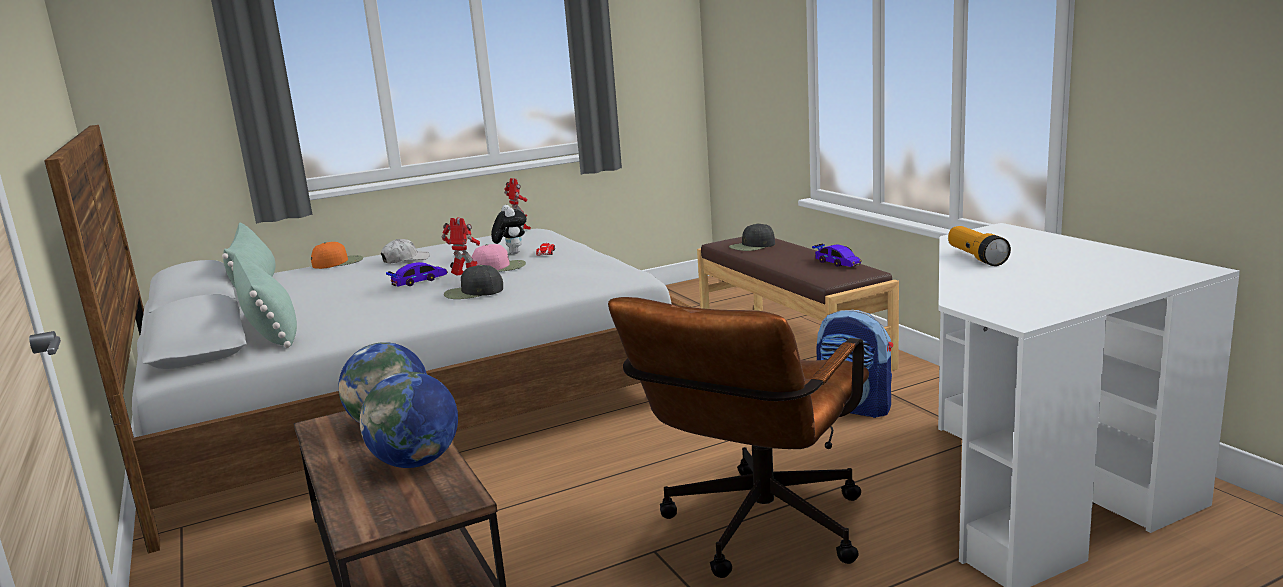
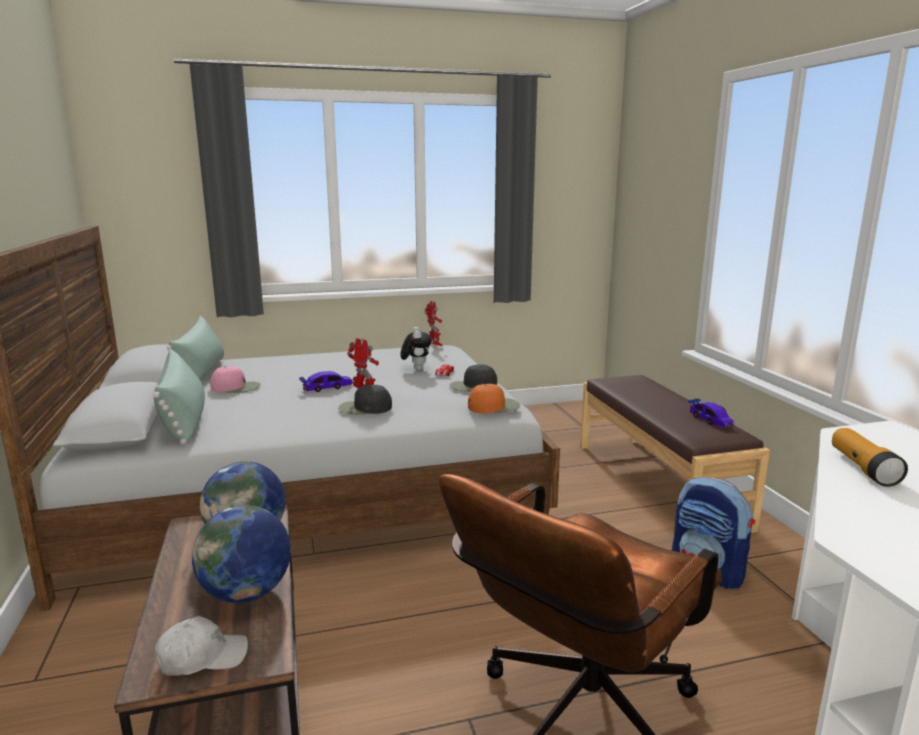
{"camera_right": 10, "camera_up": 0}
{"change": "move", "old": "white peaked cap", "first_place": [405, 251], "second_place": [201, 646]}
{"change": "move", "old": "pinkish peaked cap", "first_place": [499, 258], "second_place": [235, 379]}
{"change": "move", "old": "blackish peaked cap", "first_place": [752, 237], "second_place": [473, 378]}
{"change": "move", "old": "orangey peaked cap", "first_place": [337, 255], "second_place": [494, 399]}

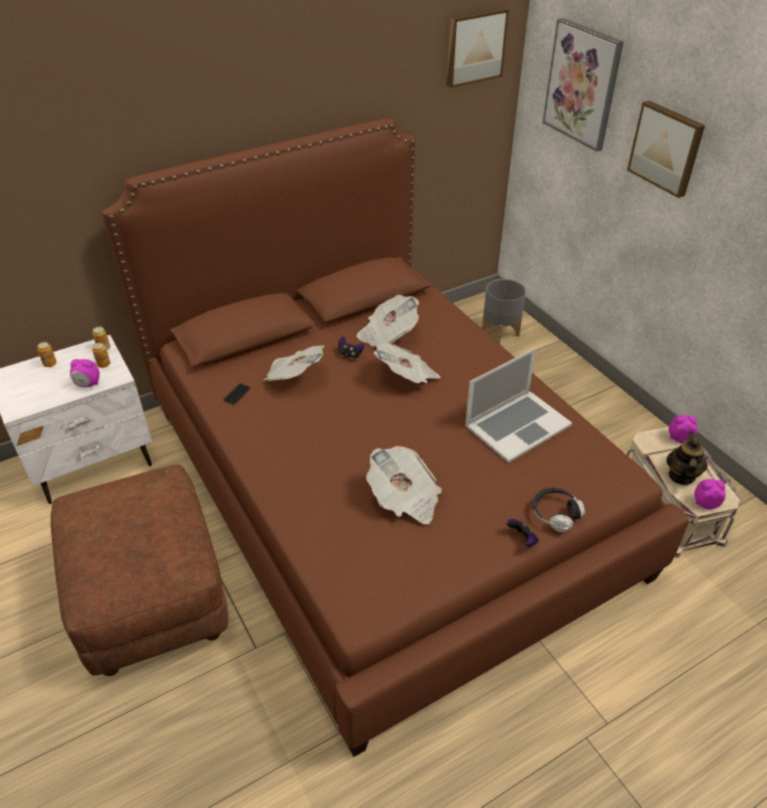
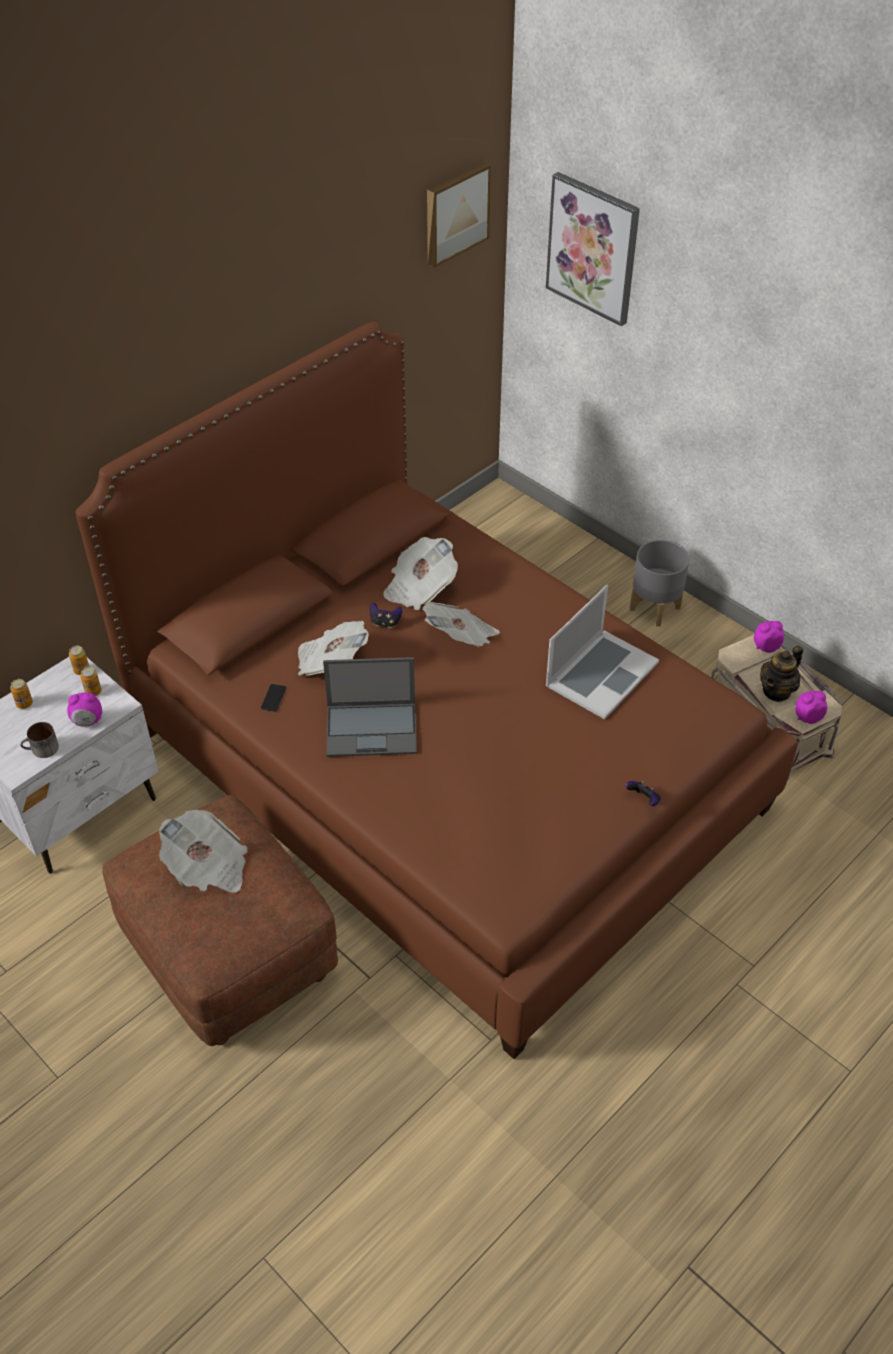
{"camera_right": -15, "camera_up": 5}
{"change": "insert", "new": "coffee mug", "second_place": [39, 740]}
{"change": "move", "old": "newspaper", "first_place": [404, 485], "second_place": [203, 851]}
{"change": "insert", "new": "notebook computer", "second_place": [370, 707]}
{"change": "move", "old": "grey plant pot", "first_place": [504, 311], "second_place": [659, 583]}
{"change": "rotate", "old": "pot for tea", "first_place": [687, 458], "second_place": [781, 674], "degrees": -135}
{"change": "delete", "old": "headset", "first_place": [558, 510]}
{"change": "delete", "old": "wall picture", "first_place": [666, 149]}

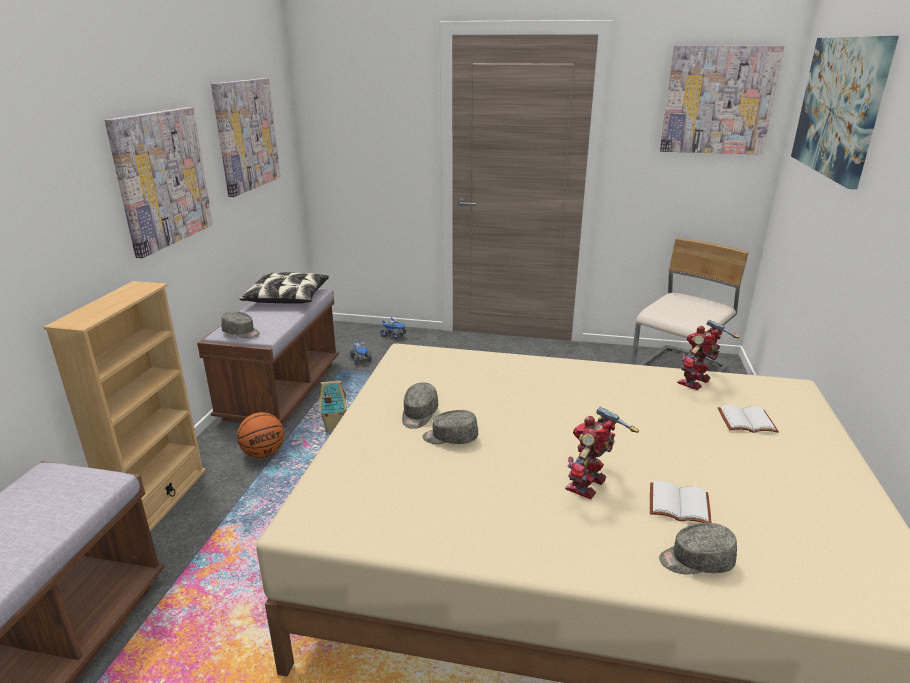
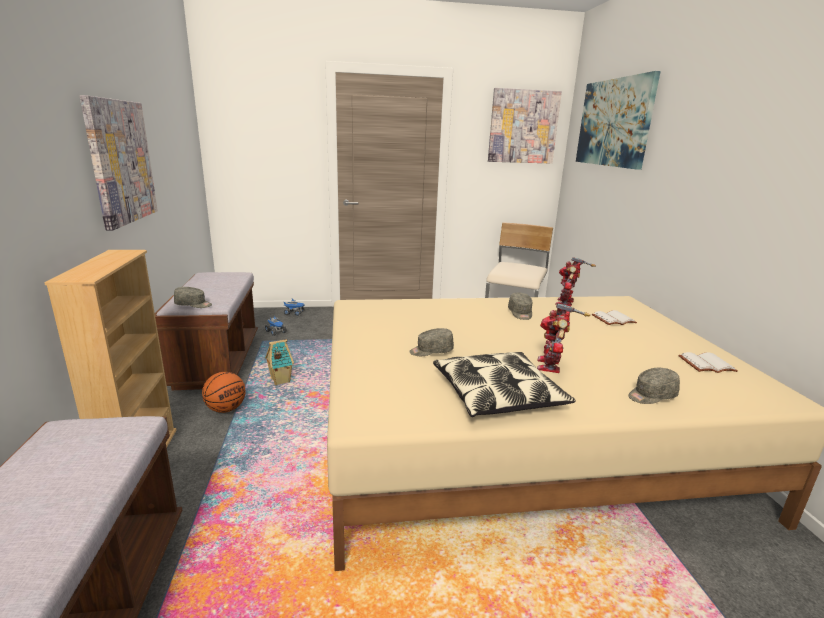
{"camera_right": -20, "camera_up": -5}
{"change": "move", "old": "cushion", "first_place": [284, 288], "second_place": [504, 384]}
{"change": "move", "old": "grey peaked cap", "first_place": [420, 406], "second_place": [520, 306]}
{"change": "move", "old": "white volume", "first_place": [680, 502], "second_place": [708, 362]}
{"change": "delete", "old": "wall picture", "first_place": [246, 137]}

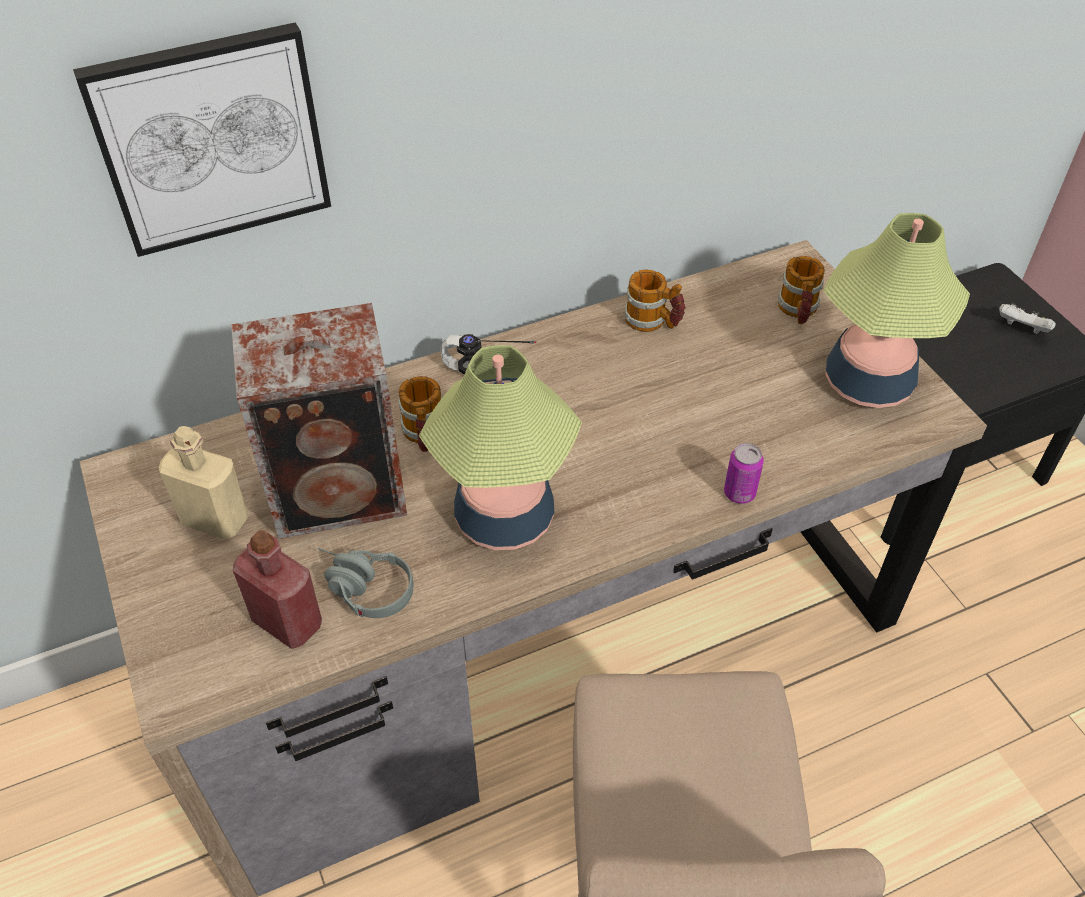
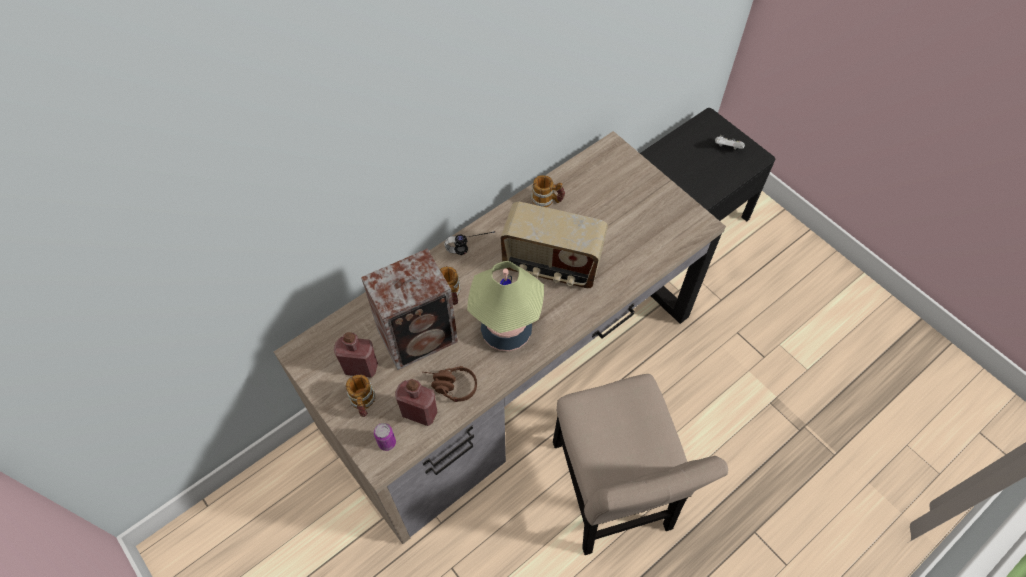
{"camera_right": -15, "camera_up": 10}
{"change": "recolor", "old": "sand-coloured drink bottle", "new": "red-coloured drink bottle", "first_place": [203, 483], "second_place": [356, 355]}
{"change": "move", "old": "coffee mug", "first_place": [801, 290], "second_place": [360, 395]}
{"change": "move", "old": "metal can", "first_place": [744, 473], "second_place": [385, 437]}
{"change": "recolor", "old": "grey headset", "new": "brown headset", "first_place": [366, 583], "second_place": [450, 384]}
{"change": "insert", "new": "radio", "second_place": [554, 244]}
{"change": "delete", "old": "wall picture", "first_place": [202, 139]}
{"change": "delete", "old": "table lamp", "first_place": [896, 310]}

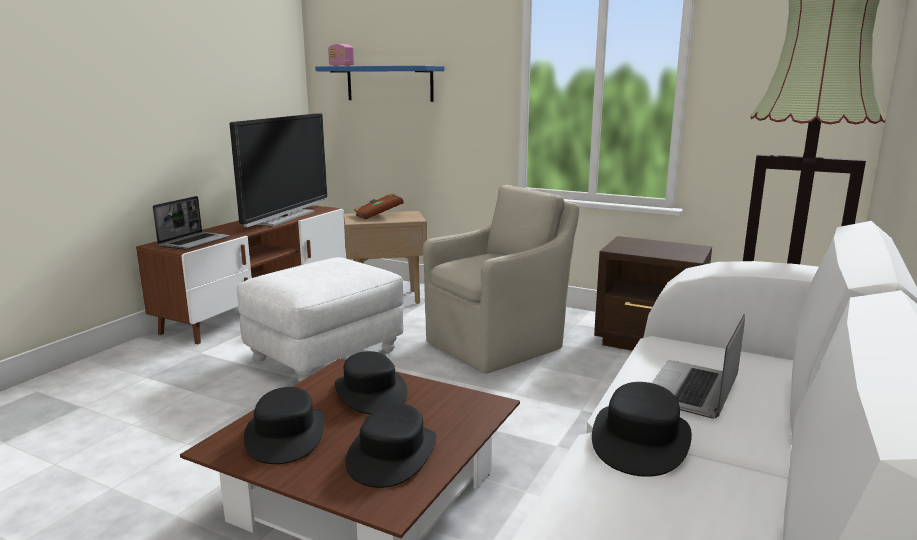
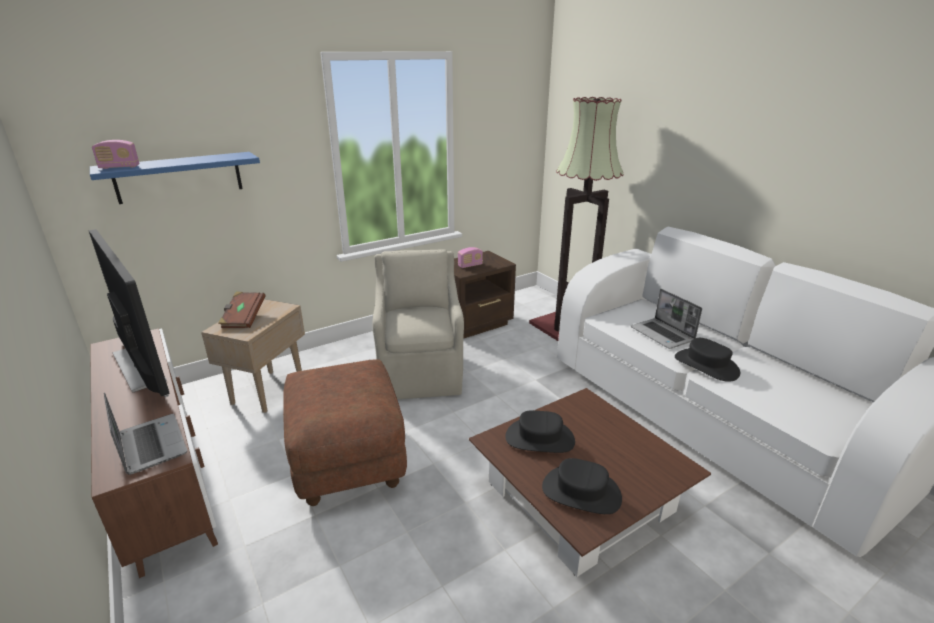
{"camera_right": -60, "camera_up": 10}
{"change": "recolor", "old": "white ottoman", "new": "brown ottoman", "first_place": [320, 319], "second_place": [345, 432]}
{"change": "insert", "new": "radio", "second_place": [470, 257]}
{"change": "delete", "old": "blackish clothing hat", "first_place": [390, 445]}

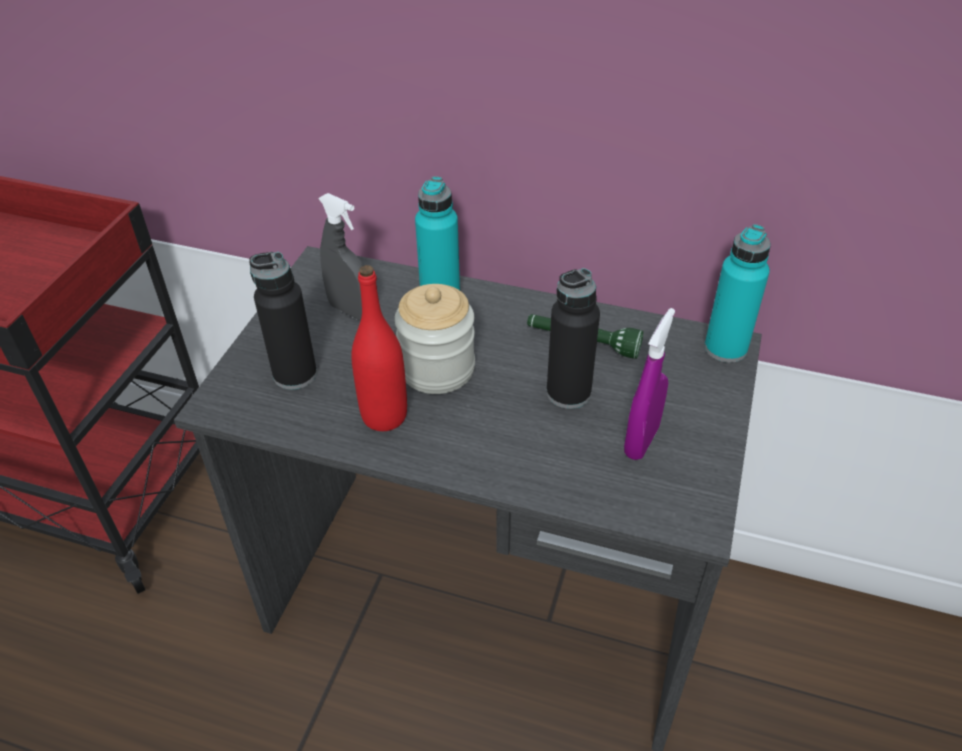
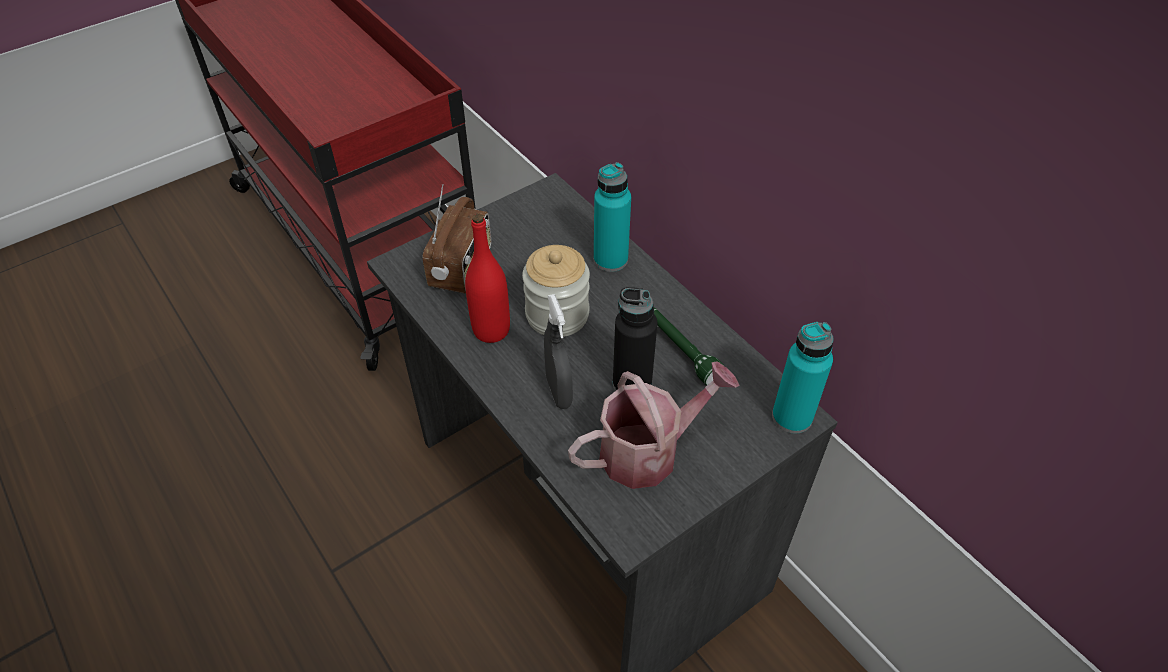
{"camera_right": 35, "camera_up": 5}
{"change": "replace", "old": "blackish drink bottle", "new": "radio", "first_place": [283, 321], "second_place": [456, 239]}
{"change": "move", "old": "grey spray bottle", "first_place": [341, 256], "second_place": [558, 351]}
{"change": "replace", "old": "purplish spray bottle", "new": "sprinkling can", "first_place": [649, 384], "second_place": [654, 425]}

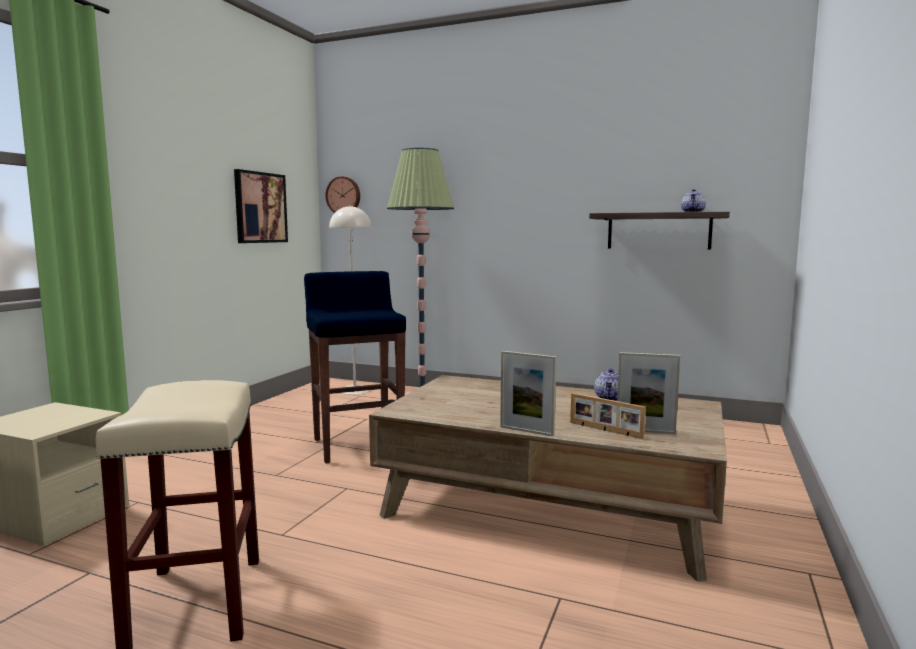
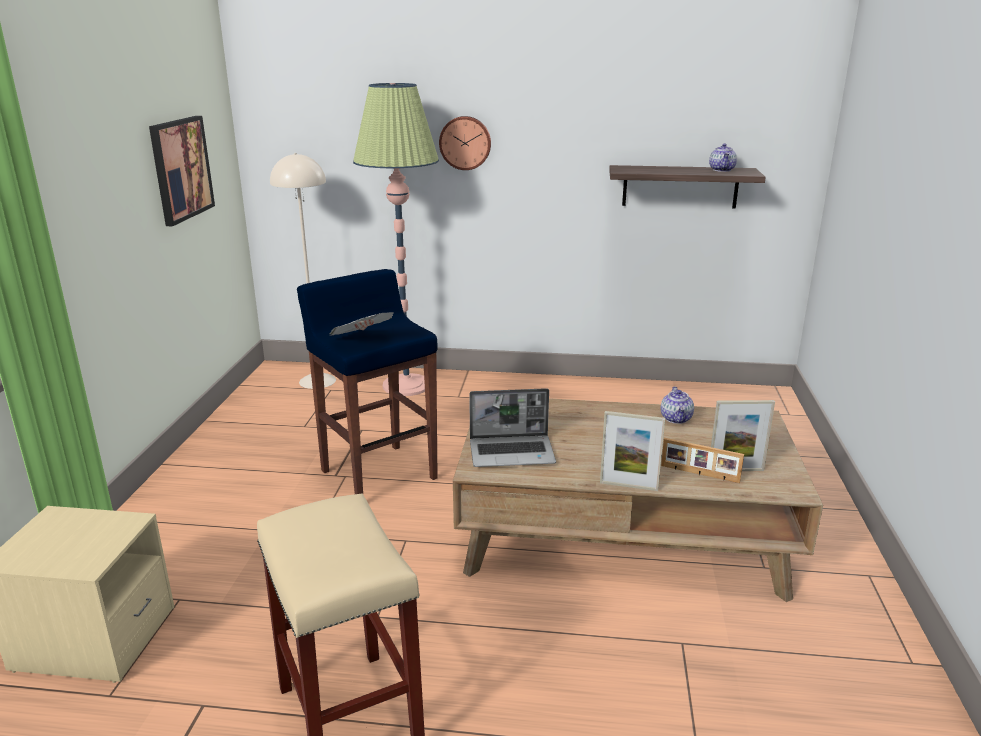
{"camera_right": -15, "camera_up": 15}
{"change": "insert", "new": "newspaper", "second_place": [361, 324]}
{"change": "move", "old": "hanging clock", "first_place": [342, 194], "second_place": [465, 143]}
{"change": "insert", "new": "notebook computer", "second_place": [512, 427]}

